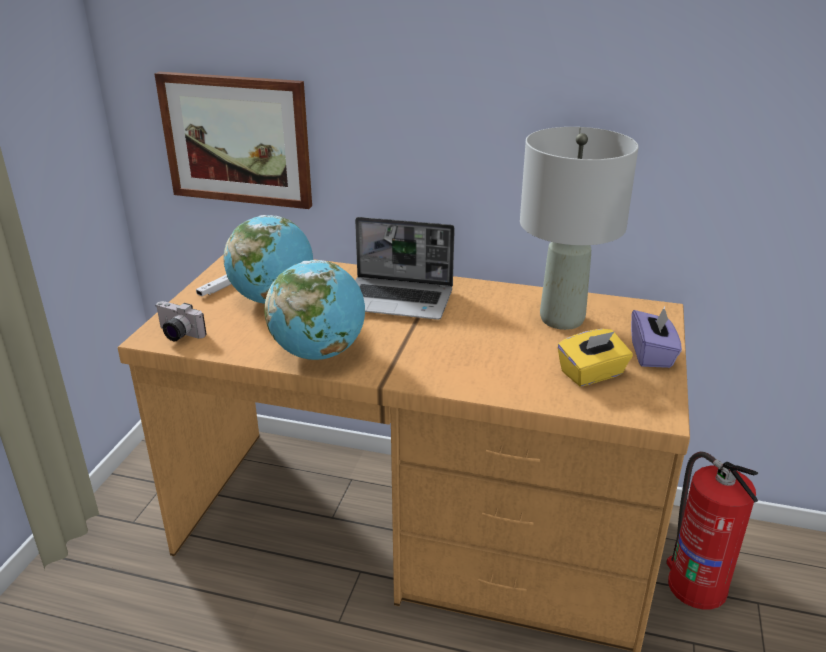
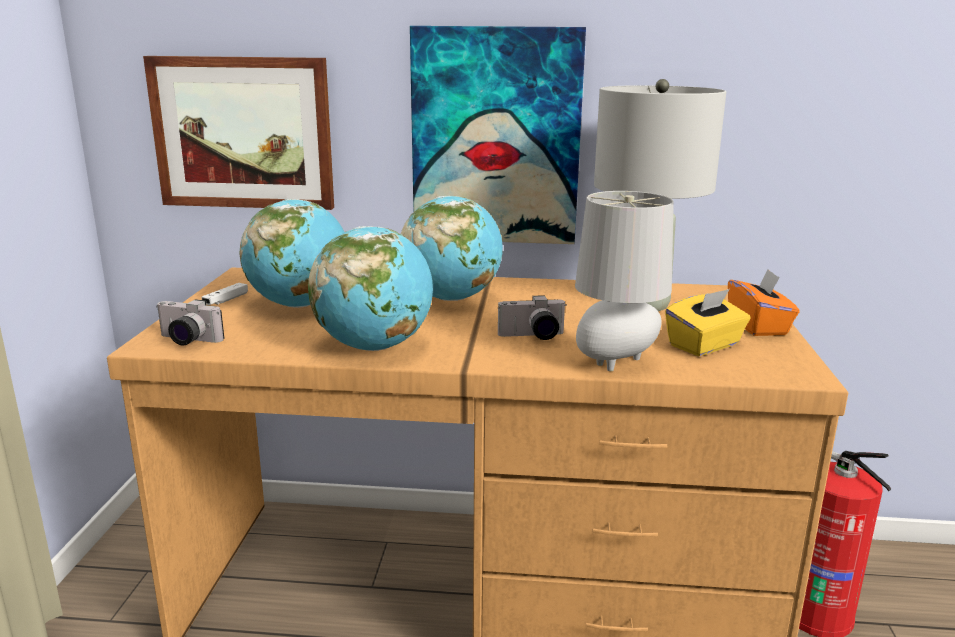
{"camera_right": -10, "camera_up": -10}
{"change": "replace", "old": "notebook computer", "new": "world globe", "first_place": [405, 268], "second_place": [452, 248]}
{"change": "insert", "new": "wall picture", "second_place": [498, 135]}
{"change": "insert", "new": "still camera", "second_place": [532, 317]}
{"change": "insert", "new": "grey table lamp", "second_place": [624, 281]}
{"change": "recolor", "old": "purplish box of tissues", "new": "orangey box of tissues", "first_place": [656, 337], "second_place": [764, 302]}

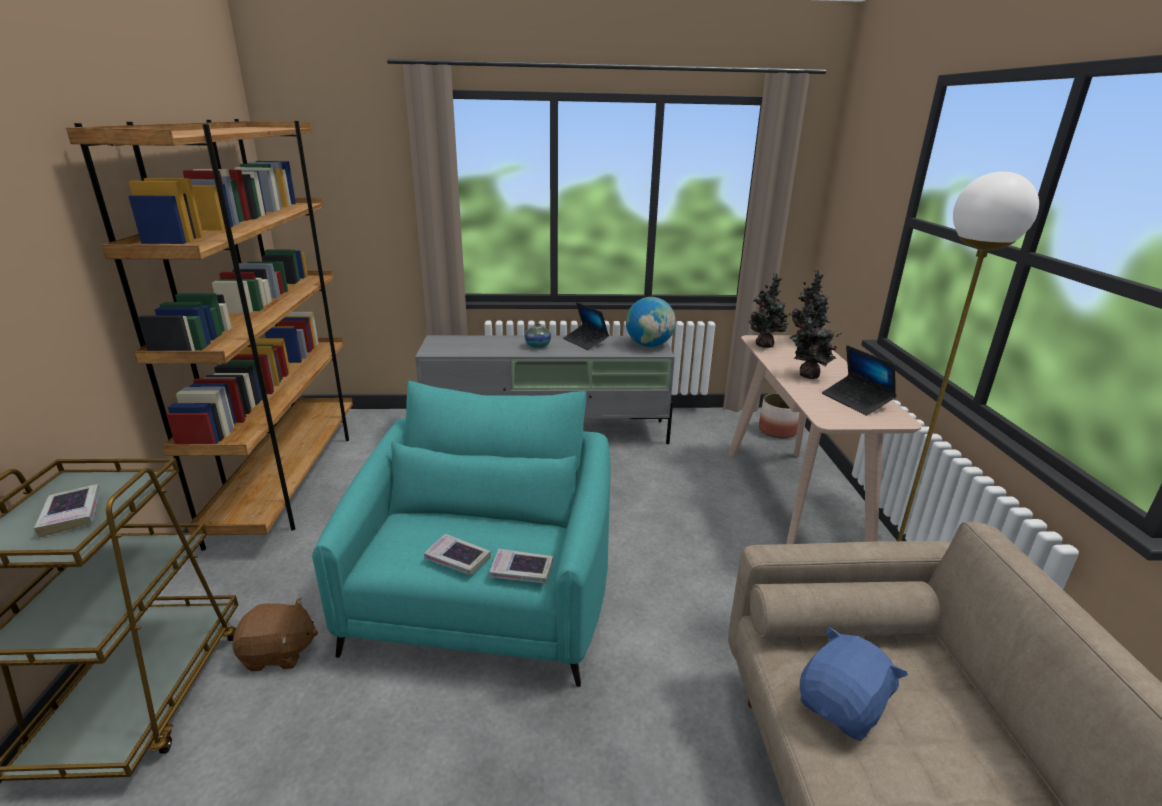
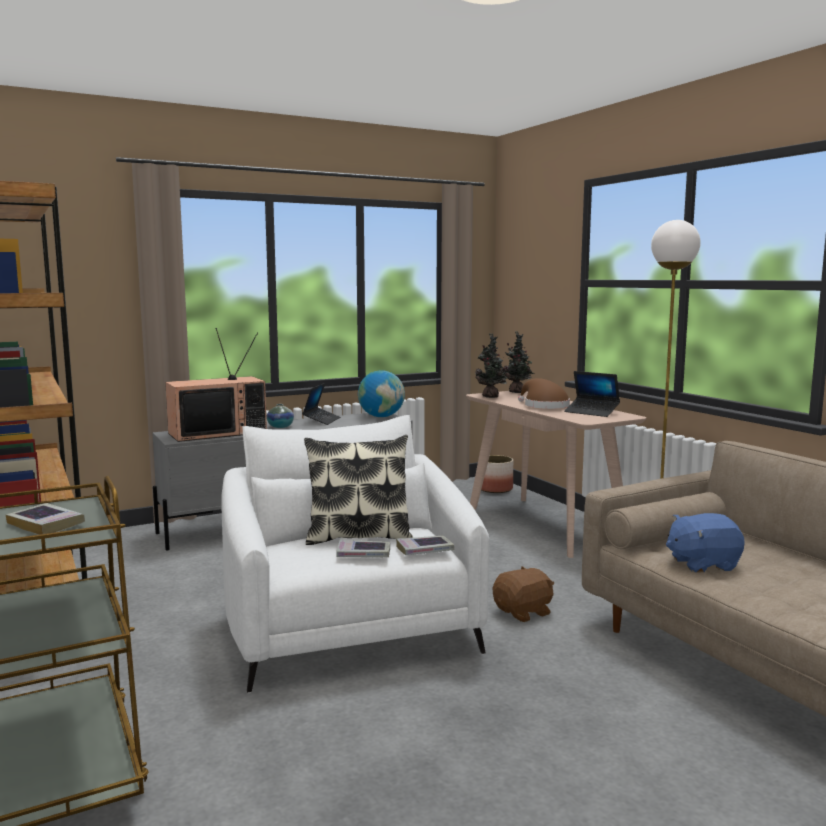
{"camera_right": -25, "camera_up": -15}
{"change": "insert", "new": "TV", "second_place": [216, 385]}
{"change": "recolor", "old": "blue-green armchair", "new": "white armchair", "first_place": [461, 534], "second_place": [355, 554]}
{"change": "rotate", "old": "notebook computer", "first_place": [586, 326], "second_place": [321, 404], "degrees": -105}
{"change": "insert", "new": "cushion", "second_place": [358, 490]}
{"change": "move", "old": "brown plush toy", "first_place": [275, 634], "second_place": [523, 594]}
{"change": "replace", "old": "plant in a pot", "new": "brown clothing hat", "first_place": [816, 337], "second_place": [544, 393]}
{"change": "rotate", "old": "bluish plush toy", "first_place": [854, 683], "second_place": [705, 542], "degrees": -120}

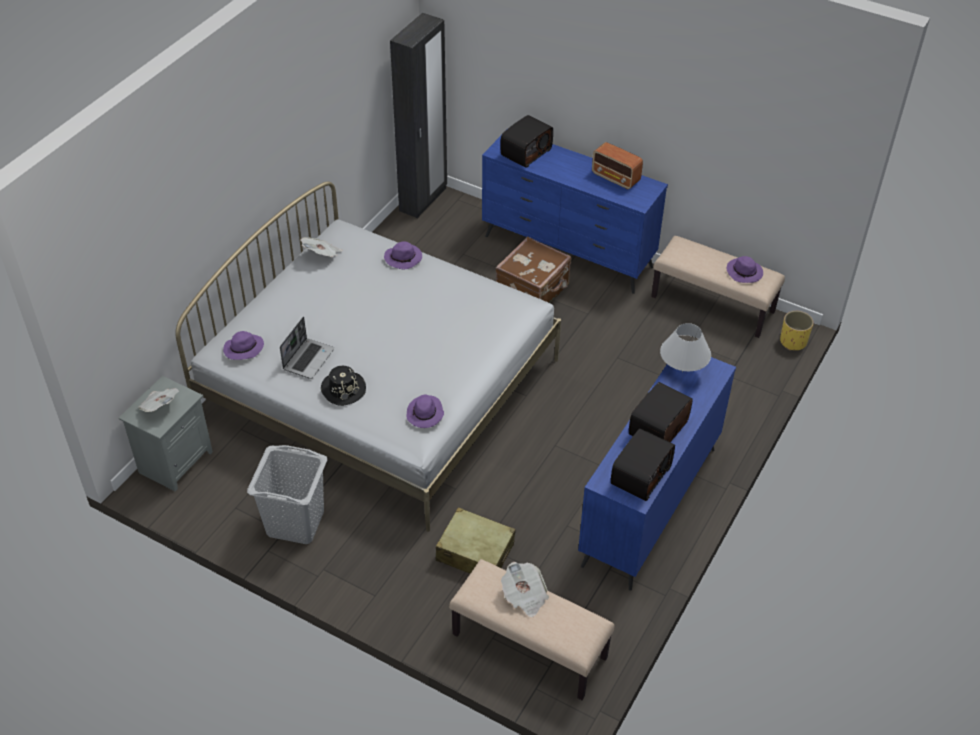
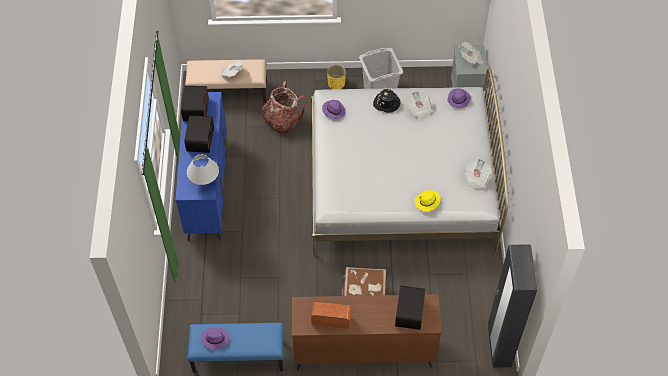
{"camera_right": 150, "camera_up": 10}
{"change": "recolor", "old": "sand-coloured bench", "new": "bluish bench", "first_place": [718, 287], "second_place": [235, 348]}
{"change": "replace", "old": "sand-coloured piece of luggage", "new": "rucksack", "first_place": [476, 540], "second_place": [284, 107]}
{"change": "recolor", "old": "bluish dresser", "new": "brown dresser", "first_place": [575, 211], "second_place": [367, 332]}
{"change": "move", "old": "yellowish plant pot", "first_place": [797, 331], "second_place": [336, 77]}
{"change": "replace", "old": "notebook computer", "new": "newspaper", "first_place": [307, 348], "second_place": [420, 106]}
{"change": "recolor", "old": "purplish clothing hat", "new": "yellowish clothing hat", "first_place": [403, 255], "second_place": [428, 200]}

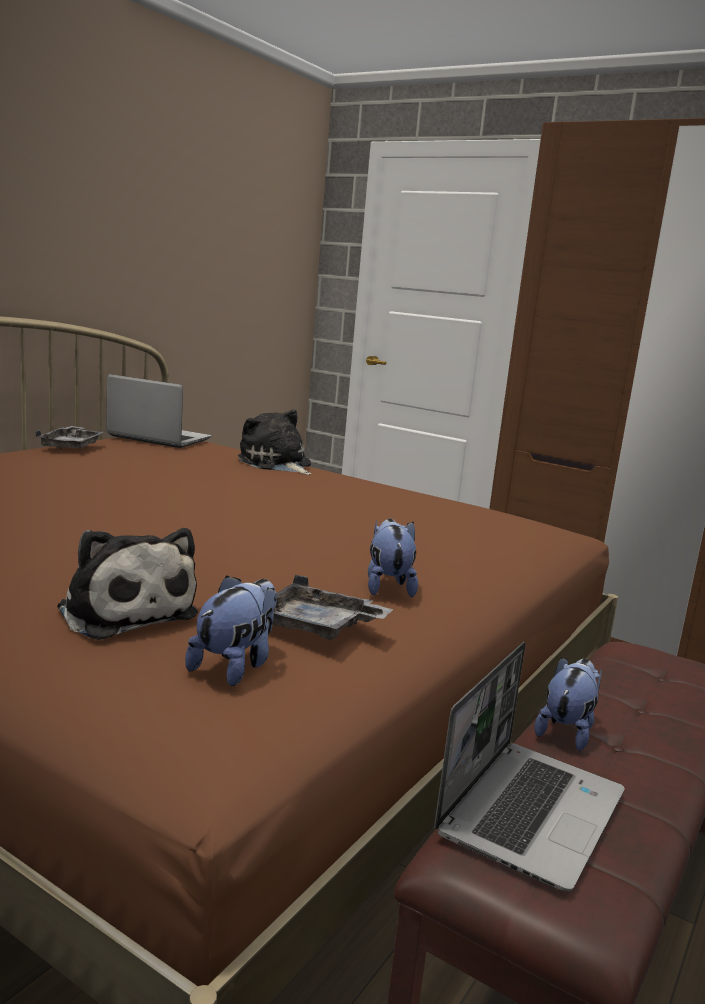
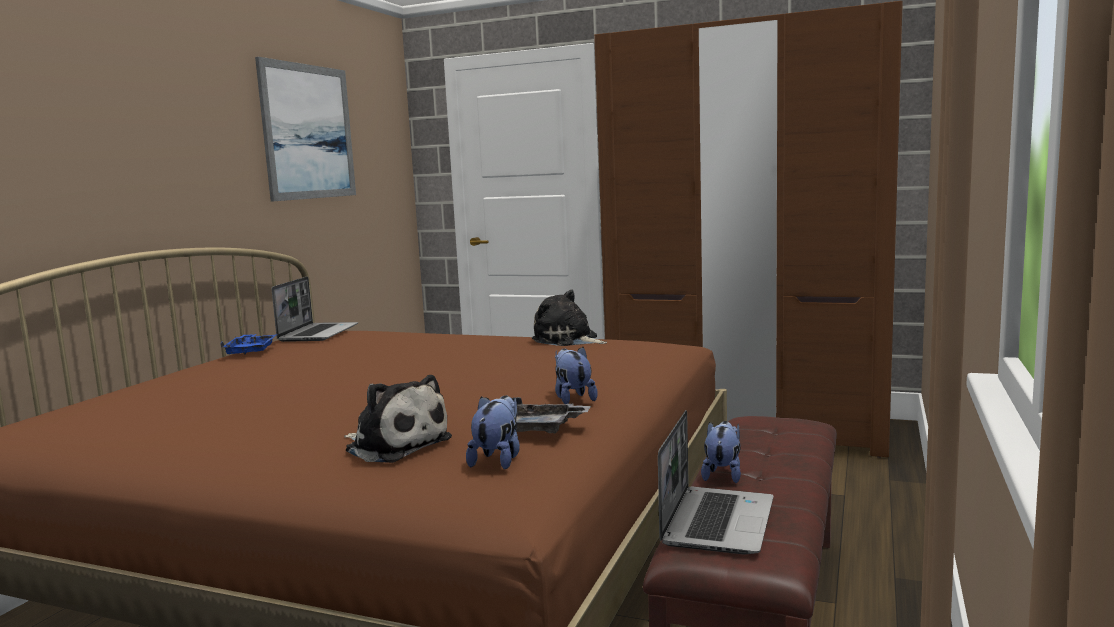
{"camera_right": -10, "camera_up": -5}
{"change": "recolor", "old": "grey serving tray", "new": "bluish serving tray", "first_place": [69, 437], "second_place": [248, 344]}
{"change": "insert", "new": "wall picture", "second_place": [305, 129]}
{"change": "rotate", "old": "notebook computer", "first_place": [159, 411], "second_place": [315, 309], "degrees": 90}
{"change": "move", "old": "plush toy", "first_place": [274, 442], "second_place": [569, 318]}

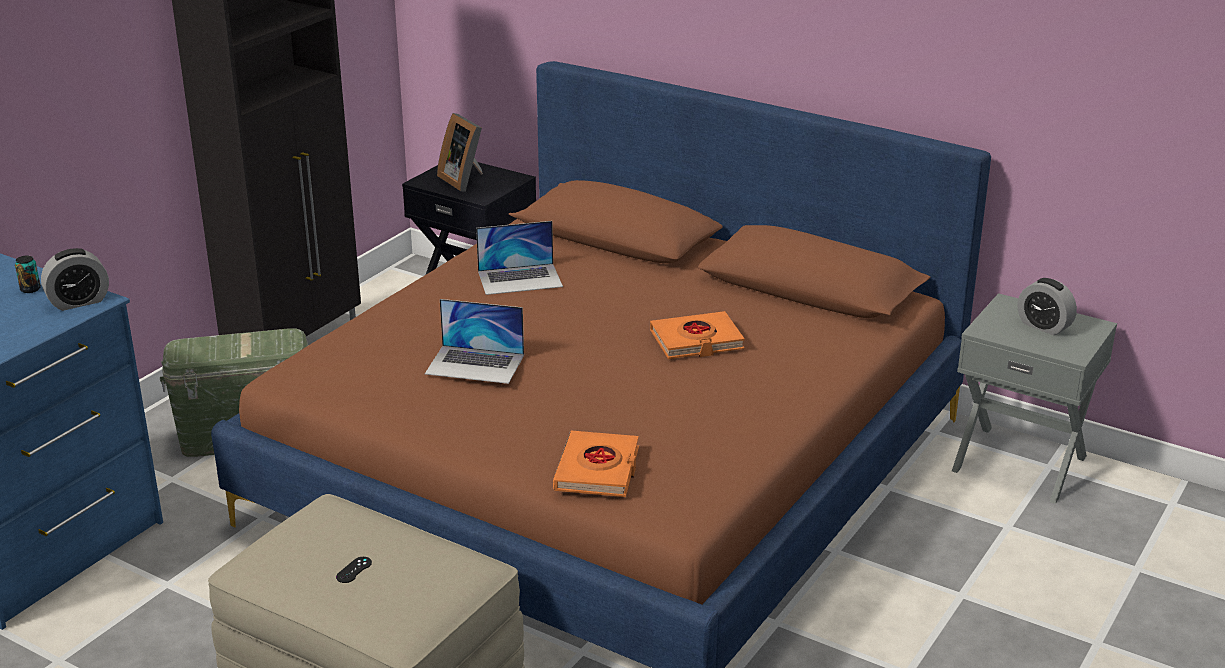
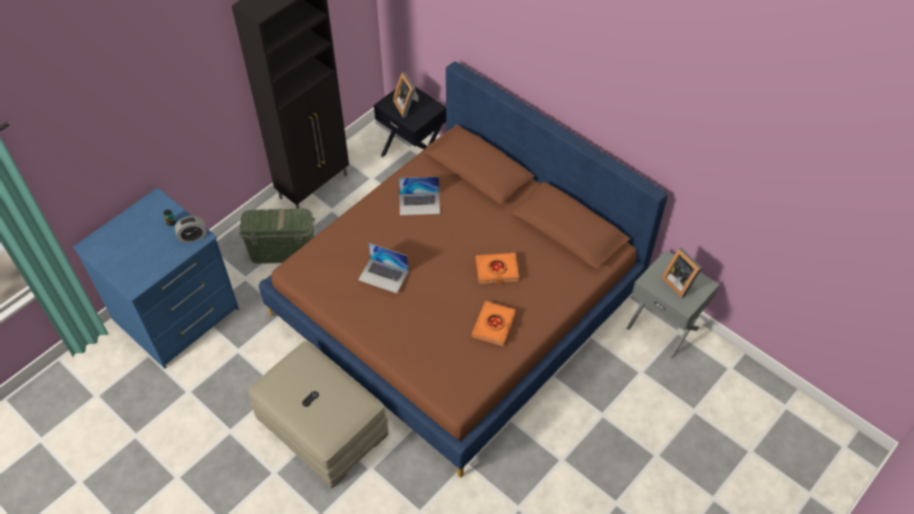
{"camera_right": 10, "camera_up": 25}
{"change": "move", "old": "orangey volume", "first_place": [596, 464], "second_place": [494, 323]}
{"change": "replace", "old": "bedside clock", "new": "standing frame", "first_place": [1047, 306], "second_place": [682, 273]}

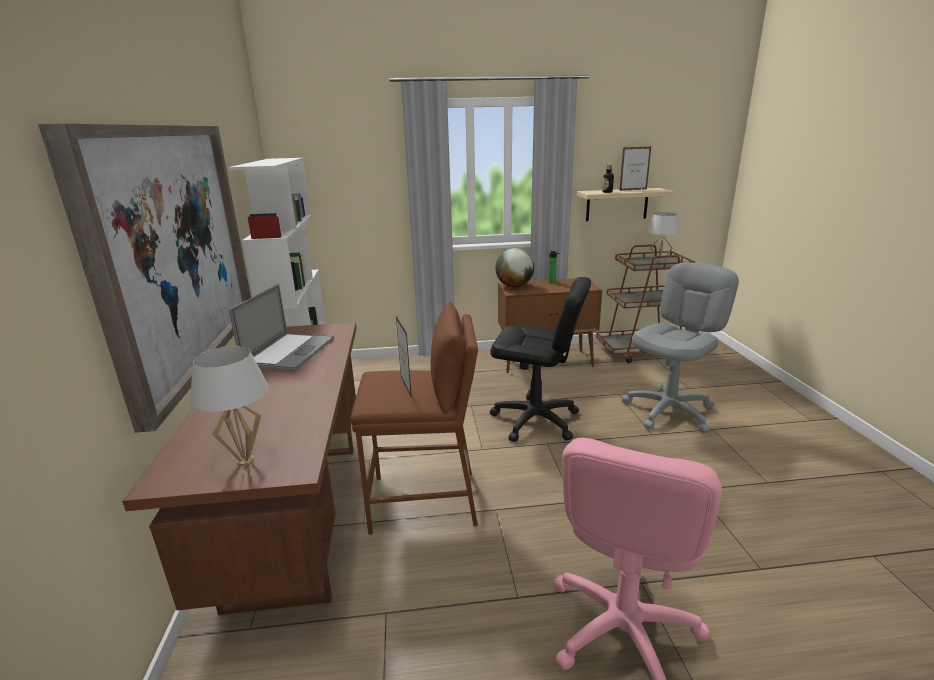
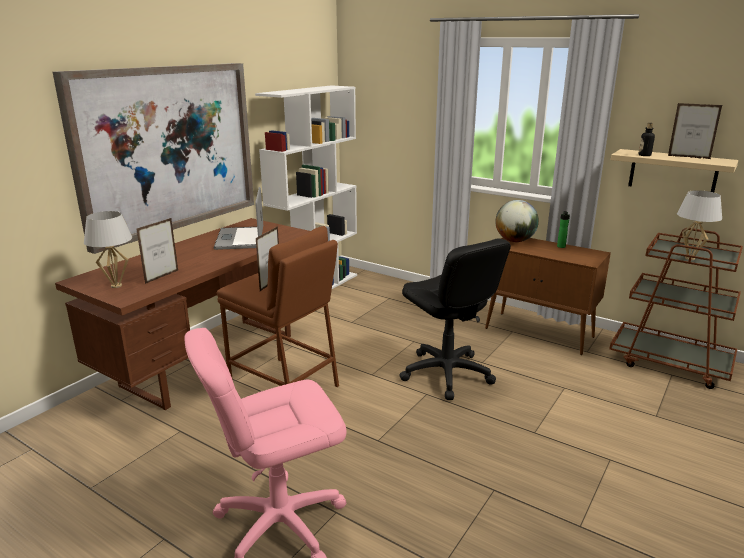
{"camera_right": 40, "camera_up": 0}
{"change": "insert", "new": "standing frame", "second_place": [157, 251]}
{"change": "rotate", "old": "notebook computer", "first_place": [281, 327], "second_place": [238, 218], "degrees": 120}
{"change": "delete", "old": "grey computer chair", "first_place": [680, 347]}

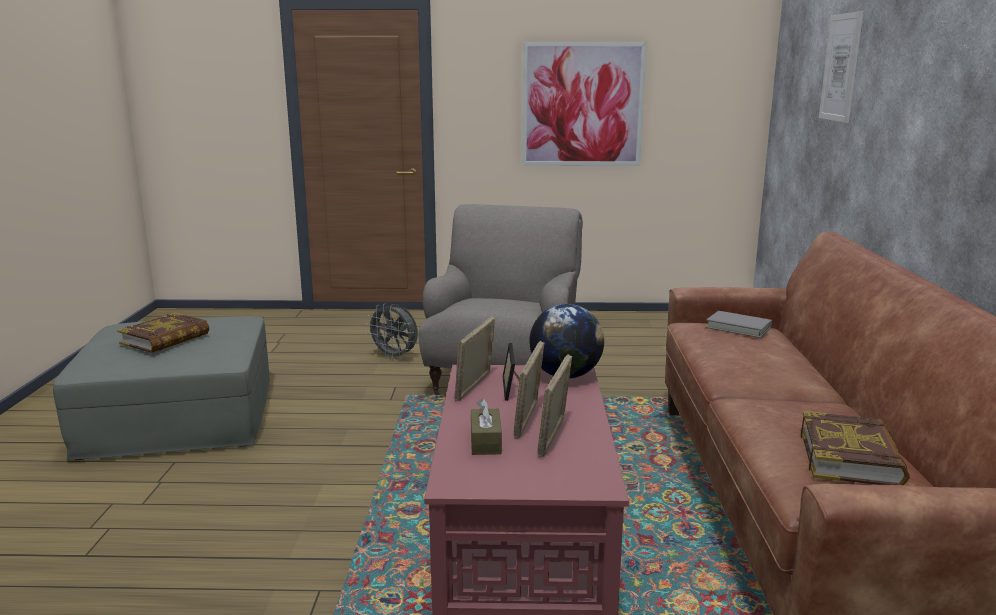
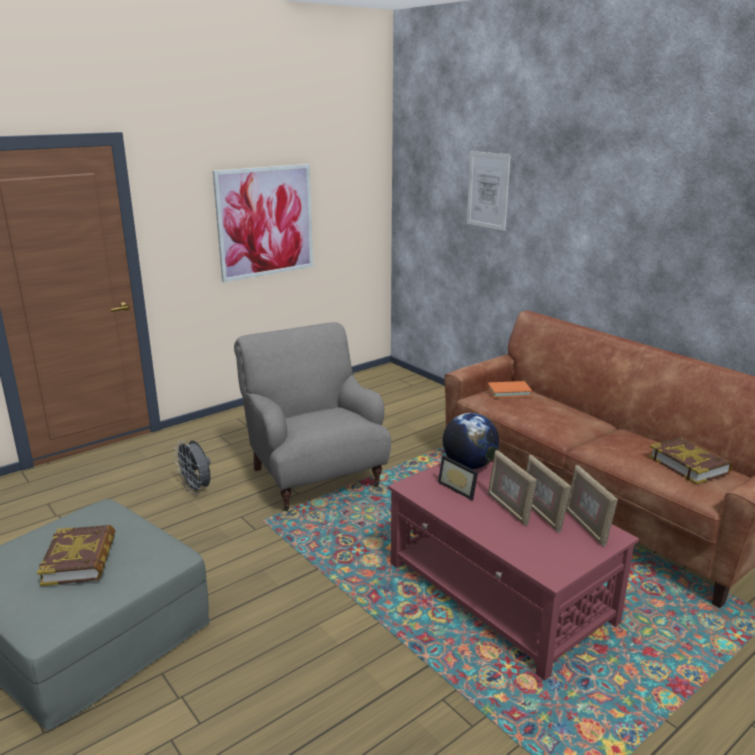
{"camera_right": -40, "camera_up": 5}
{"change": "rotate", "old": "grey electric fan", "first_place": [392, 331], "second_place": [192, 467], "degrees": 60}
{"change": "recolor", "old": "grey volume", "new": "orangey volume", "first_place": [739, 324], "second_place": [509, 389]}
{"change": "move", "old": "standing frame", "first_place": [475, 359], "second_place": [592, 506]}
{"change": "delete", "old": "brown box of tissues", "first_place": [486, 426]}

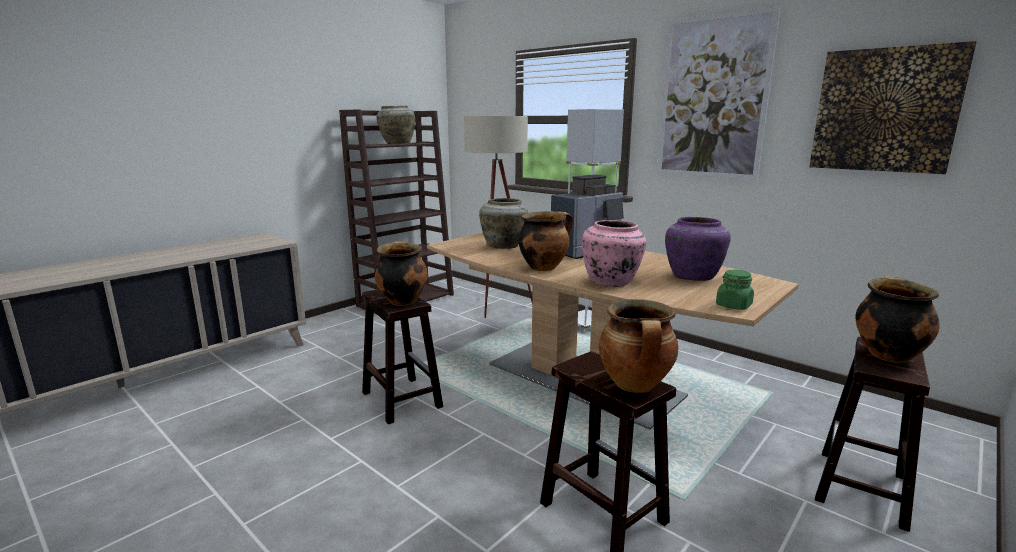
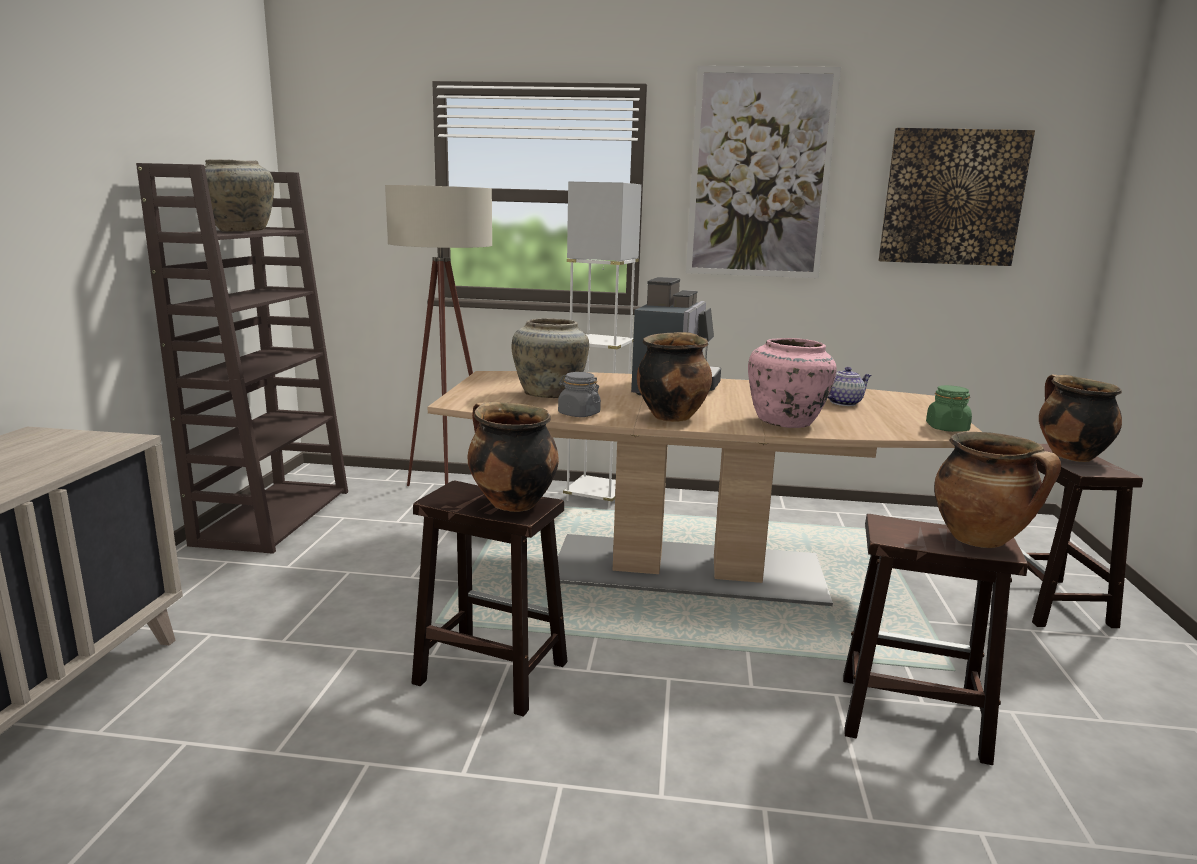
{"camera_right": -35, "camera_up": 0}
{"change": "insert", "new": "grey storage jar", "second_place": [579, 394]}
{"change": "replace", "old": "purplish vase", "new": "pot for tea", "first_place": [697, 249], "second_place": [849, 386]}

